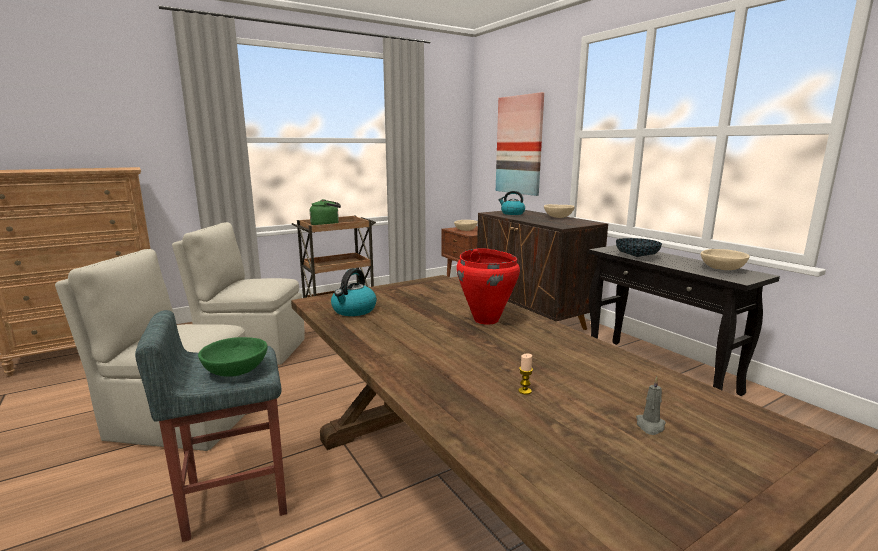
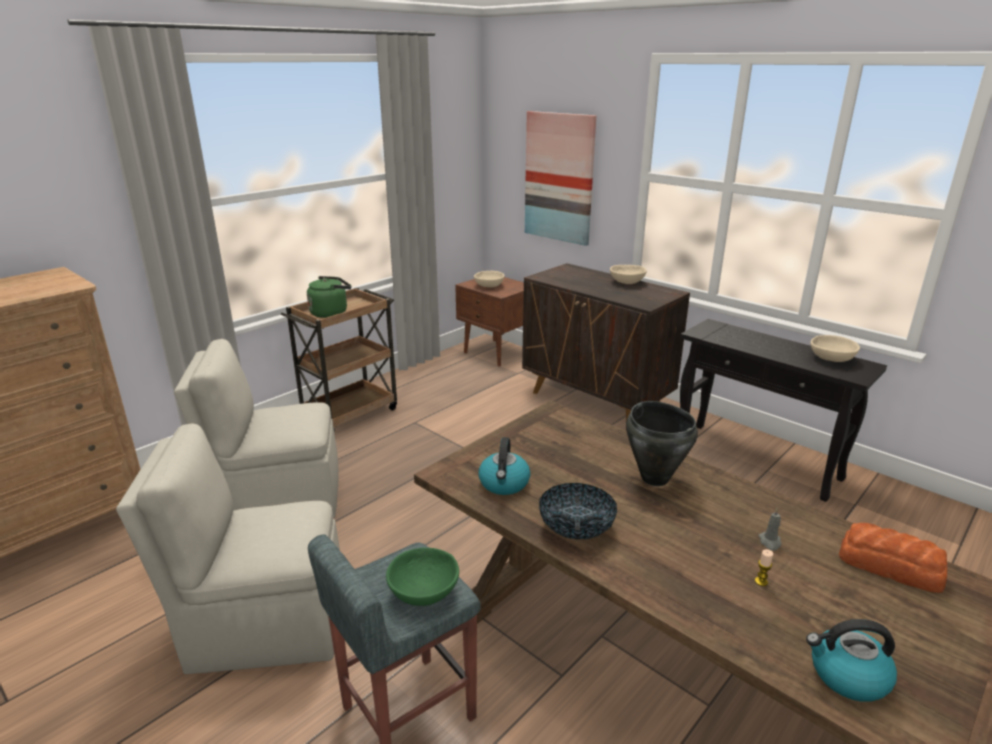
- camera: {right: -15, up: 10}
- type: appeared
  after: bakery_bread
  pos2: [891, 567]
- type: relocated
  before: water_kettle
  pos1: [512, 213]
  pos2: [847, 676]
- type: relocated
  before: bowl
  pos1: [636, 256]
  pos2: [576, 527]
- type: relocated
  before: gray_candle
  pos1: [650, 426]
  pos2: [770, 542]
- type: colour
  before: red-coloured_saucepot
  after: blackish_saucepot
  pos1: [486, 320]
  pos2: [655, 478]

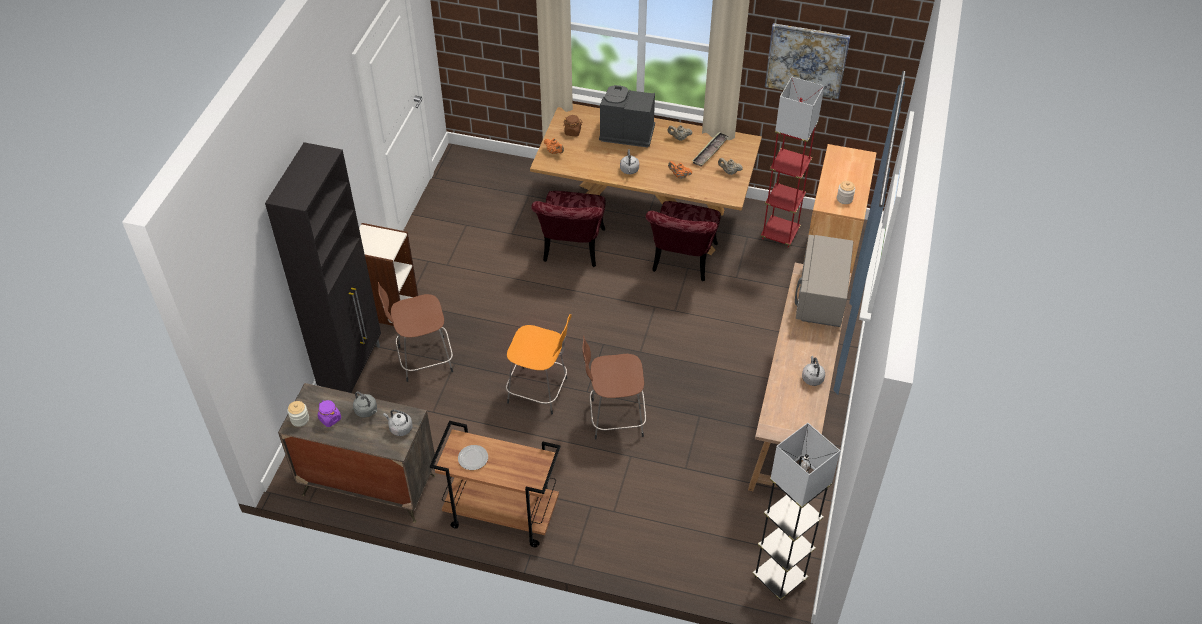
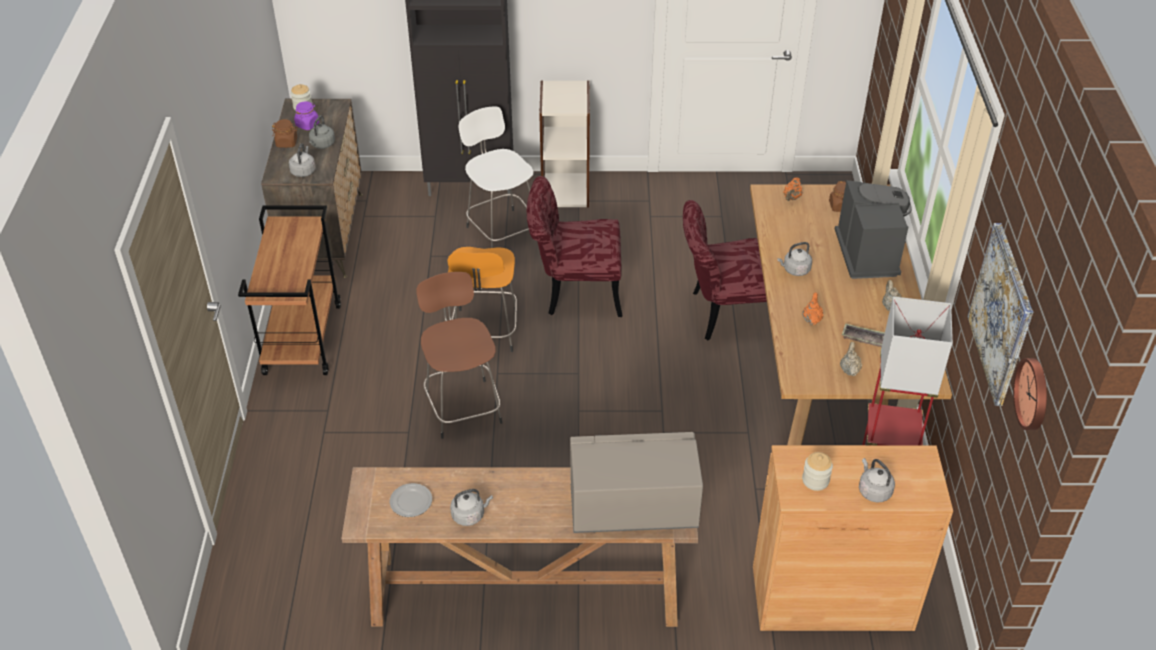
- camera: {right: 75, up: -5}
- type: missing
  before: gray_standing_lamp
  pos1: [779, 578]
- type: appeared
  after: brown_jar
  pos2: [287, 142]
- type: appeared
  after: gray_water_kettle
  pos2: [873, 490]
- type: appeared
  after: clock_on_the_wall
  pos2: [1034, 394]
- type: relocated
  before: flat_dish
  pos1: [472, 458]
  pos2: [410, 501]
- type: relocated
  before: red-coloured_upright_chair
  pos1: [682, 263]
  pos2: [574, 291]
- type: colour
  before: brown_sitting_stool
  after: whitish_sitting_stool
  pos1: [423, 359]
  pos2: [501, 231]

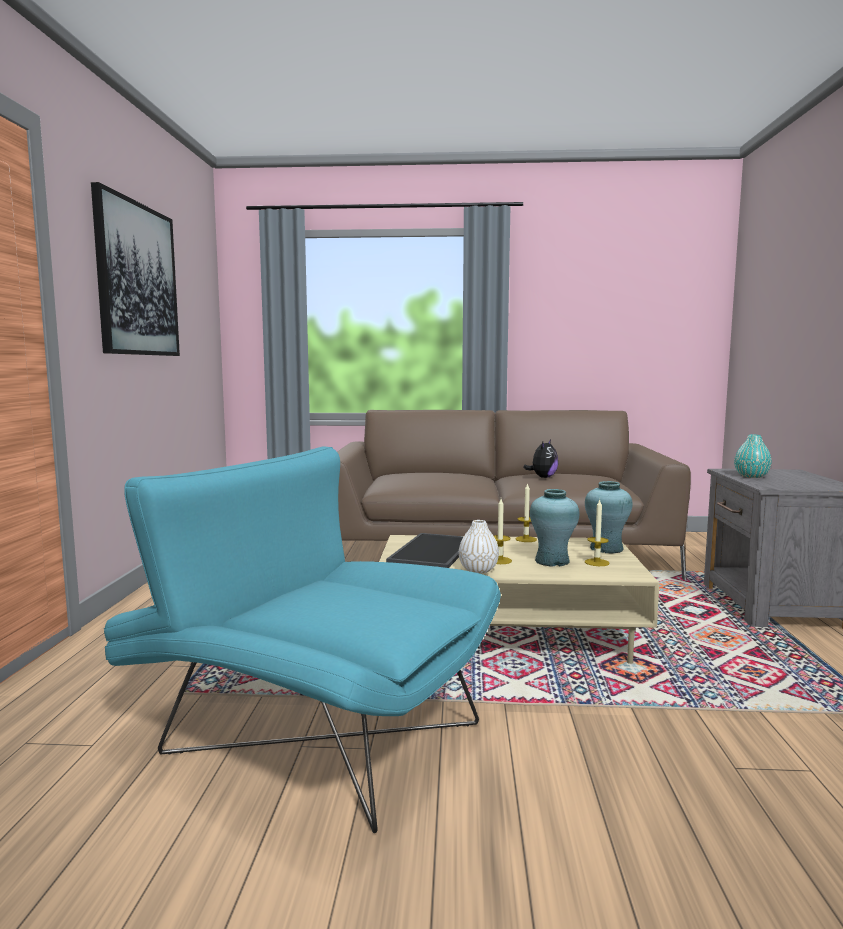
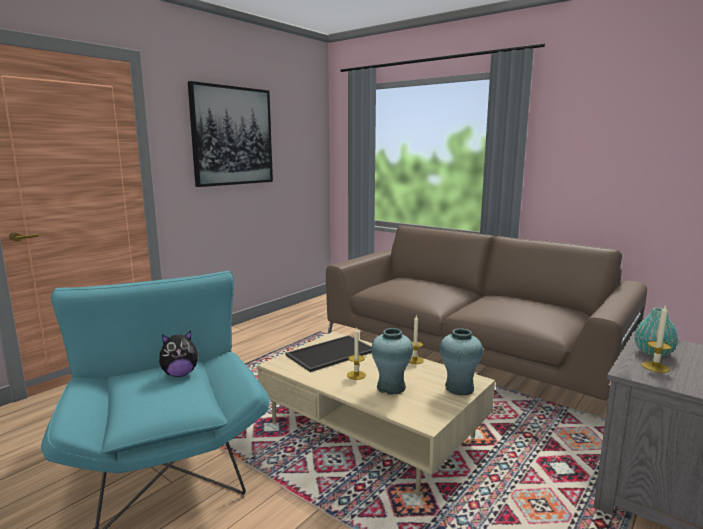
- camera: {right: 35, up: 5}
- type: missing
  before: whitish_flower_vase
  pos1: [478, 570]
- type: relocated
  before: soft_toy
  pos1: [543, 477]
  pos2: [180, 374]
- type: relocated
  before: candle
  pos1: [597, 562]
  pos2: [655, 367]

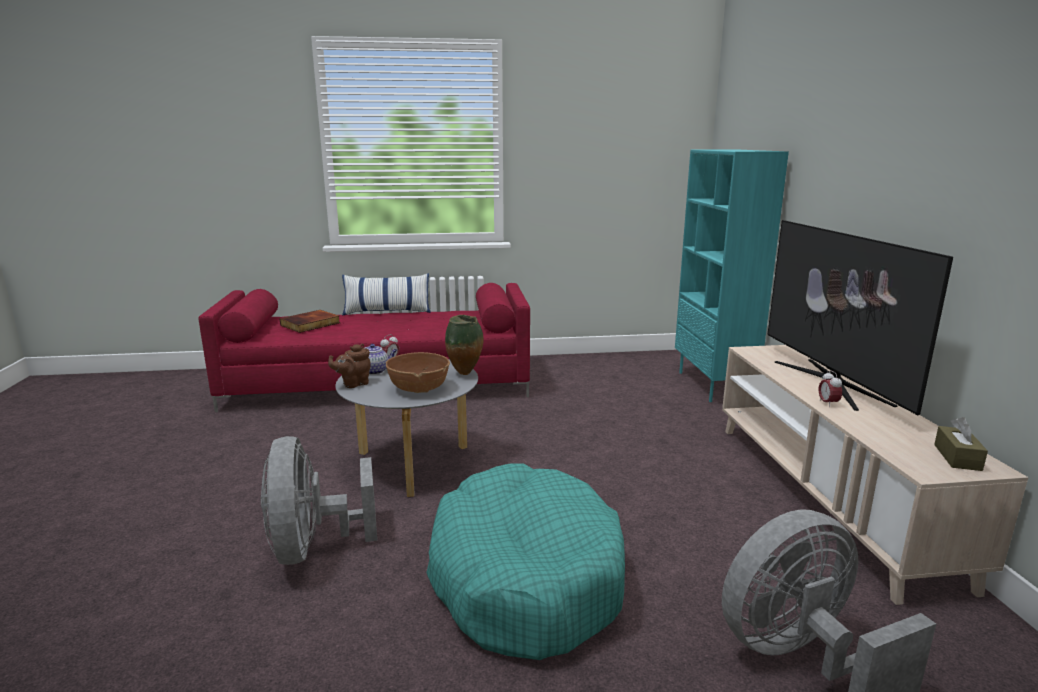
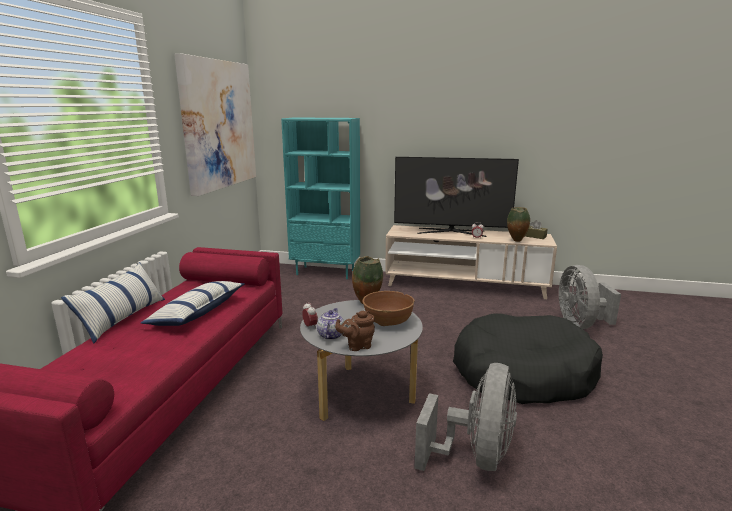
- camera: {right: -70, up: 0}
- type: missing
  before: volume
  pos1: [310, 324]
- type: appeared
  after: cushion
  pos2: [198, 313]
- type: appeared
  after: picture
  pos2: [218, 125]
- type: appeared
  after: flower_vase
  pos2: [516, 241]
- type: colour
  before: blue-green_dog_bed
  after: blackish_dog_bed
  pos1: [524, 577]
  pos2: [522, 373]
- type: spun
  before: gray_fan
  pos1: [313, 547]
  pos2: [475, 456]
  turn: -75
- type: spun
  before: brown_tea_pot
  pos1: [353, 384]
  pos2: [357, 346]
  turn: 90

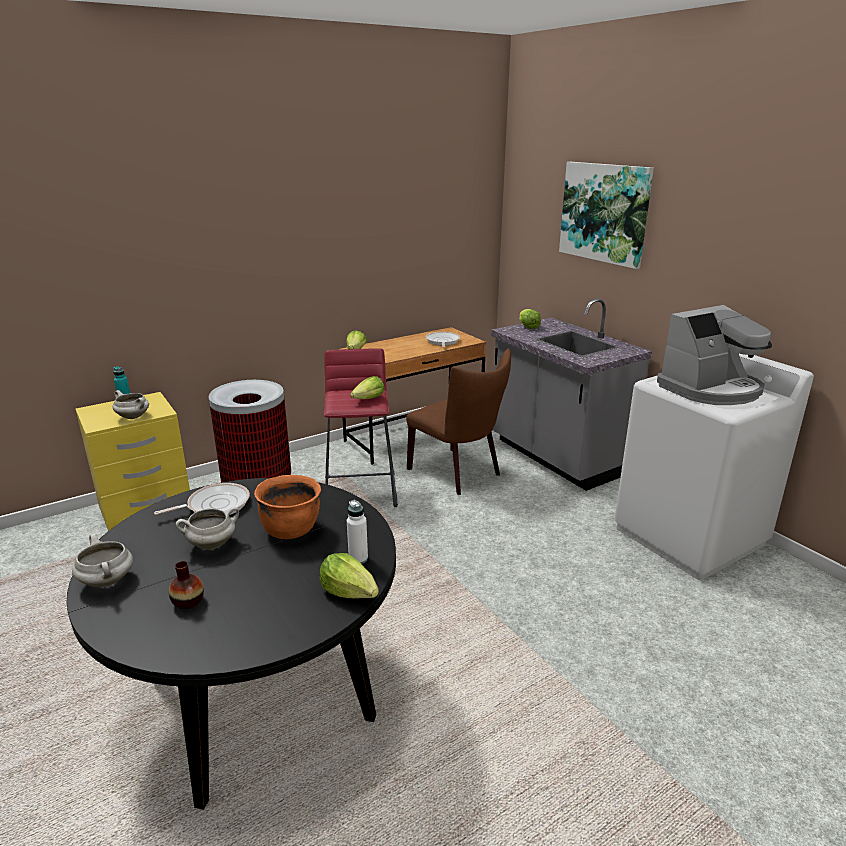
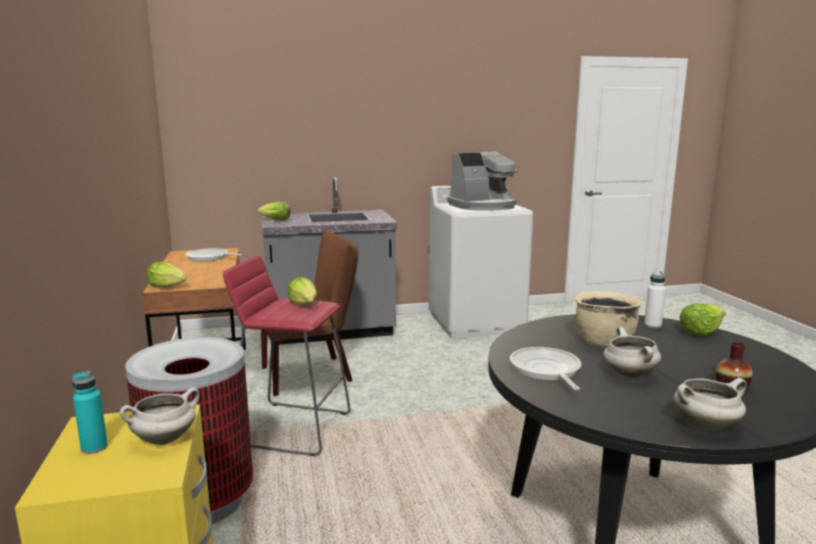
- camera: {right: -70, up: -10}
- type: missing
  before: picture
  pos1: [604, 213]
- type: colour
  before: orange_saucepot
  after: sand-coloured_saucepot
  pos1: [291, 529]
  pos2: [603, 342]
- type: spun
  before: coffee_brewer
  pos1: [711, 389]
  pos2: [483, 206]
  turn: 75

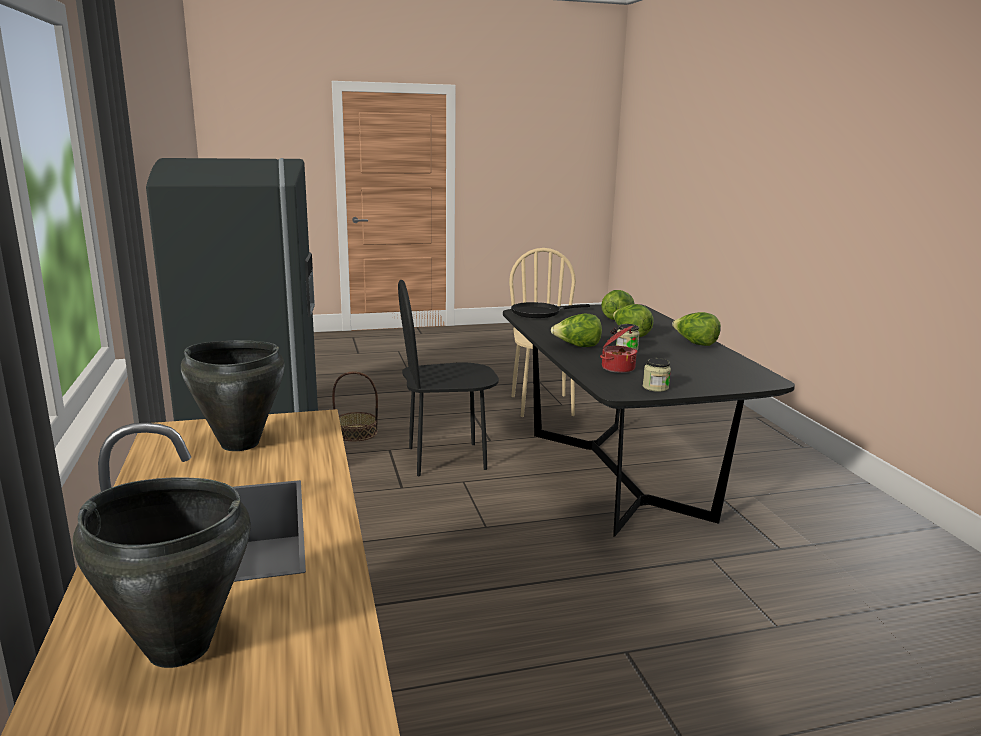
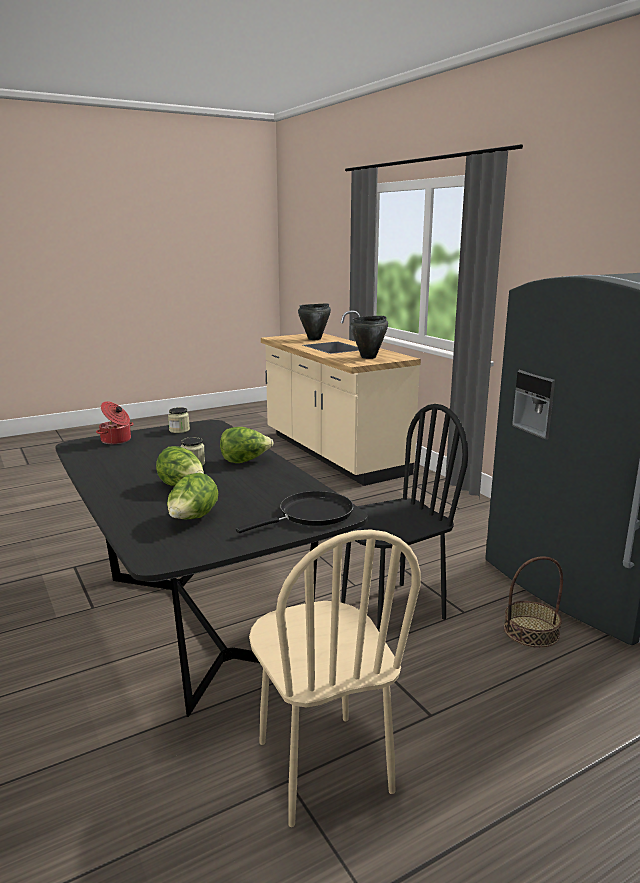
- camera: {right: 165, up: 0}
- type: missing
  before: head_of_lettuce
  pos1: [695, 343]
- type: relocated
  before: saucepot
  pos1: [617, 368]
  pos2: [116, 440]

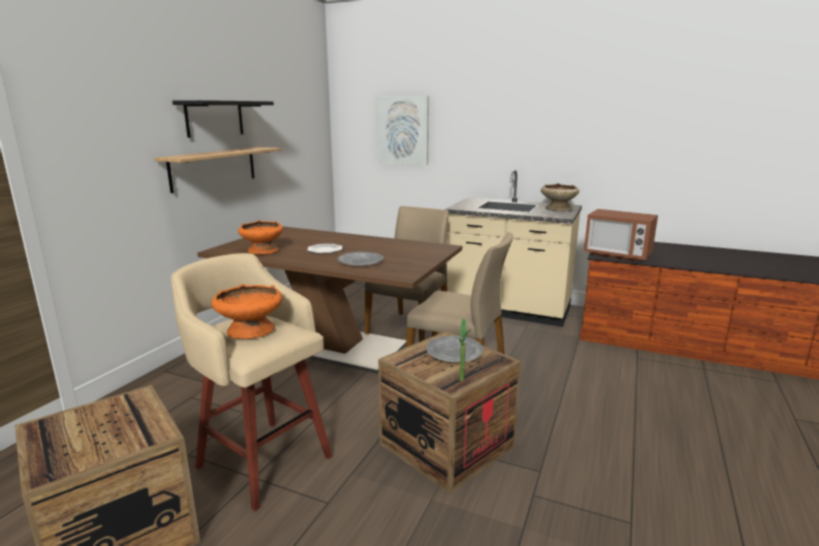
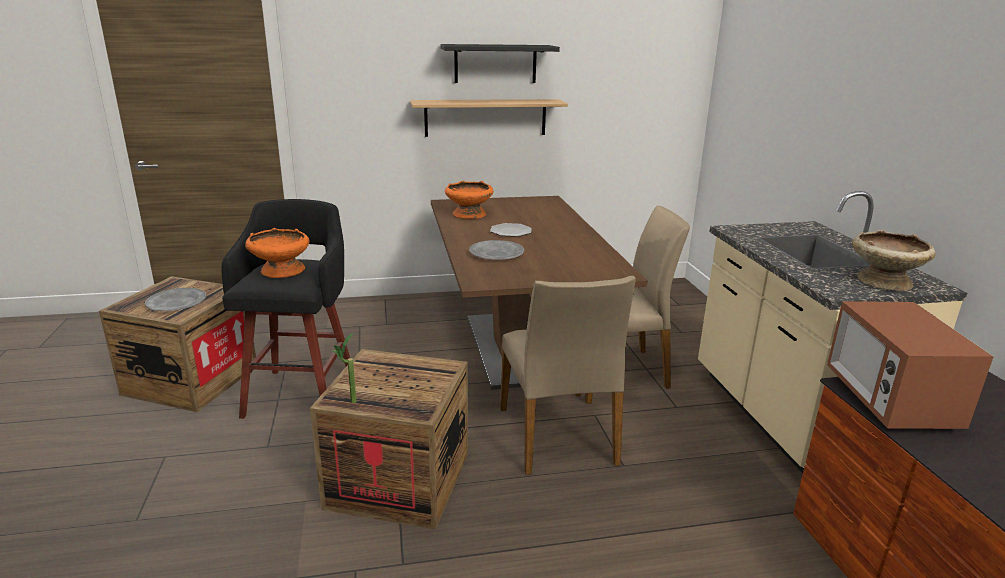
- camera: {right: 55, up: 5}
- type: missing
  before: picture
  pos1: [403, 130]
- type: relocated
  before: gray_flat_dish
  pos1: [454, 352]
  pos2: [176, 303]
- type: colour
  before: sand-coloured_sitting_stool
  after: blackish_sitting_stool
  pos1: [262, 460]
  pos2: [302, 393]

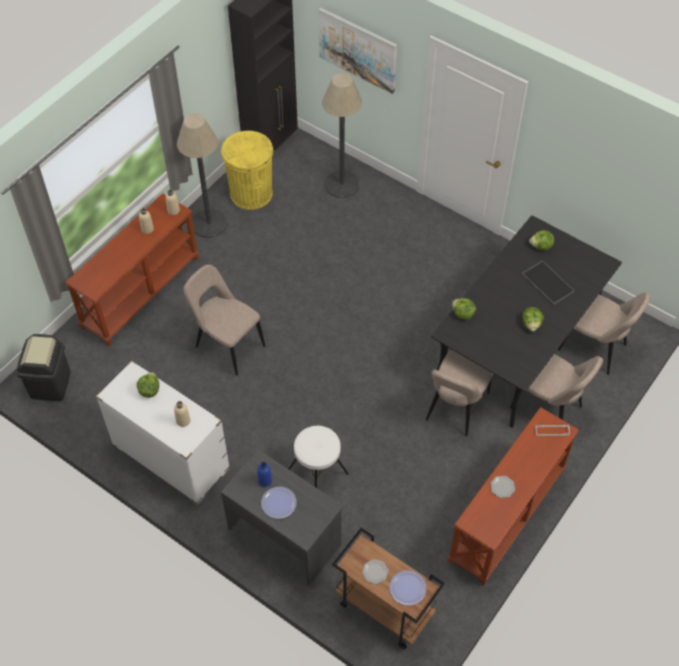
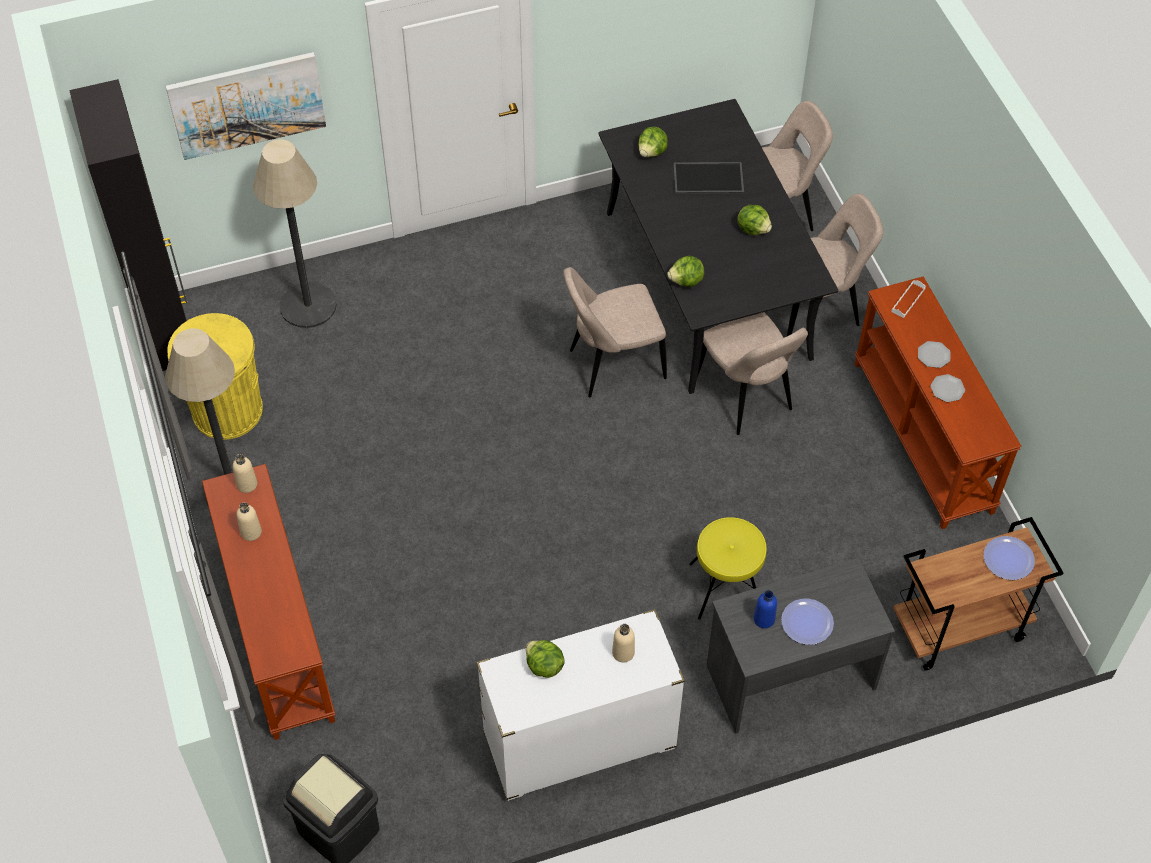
- camera: {right: -55, up: 0}
- type: relocated
  before: sand-coloured_upright_chair
  pos1: [227, 345]
  pos2: [612, 365]
- type: relocated
  before: flat_dish
  pos1: [374, 572]
  pos2: [933, 355]
- type: colour
  before: whitish_sitting_stool
  after: yellow-coloured_sitting_stool
  pos1: [318, 472]
  pos2: [726, 587]

